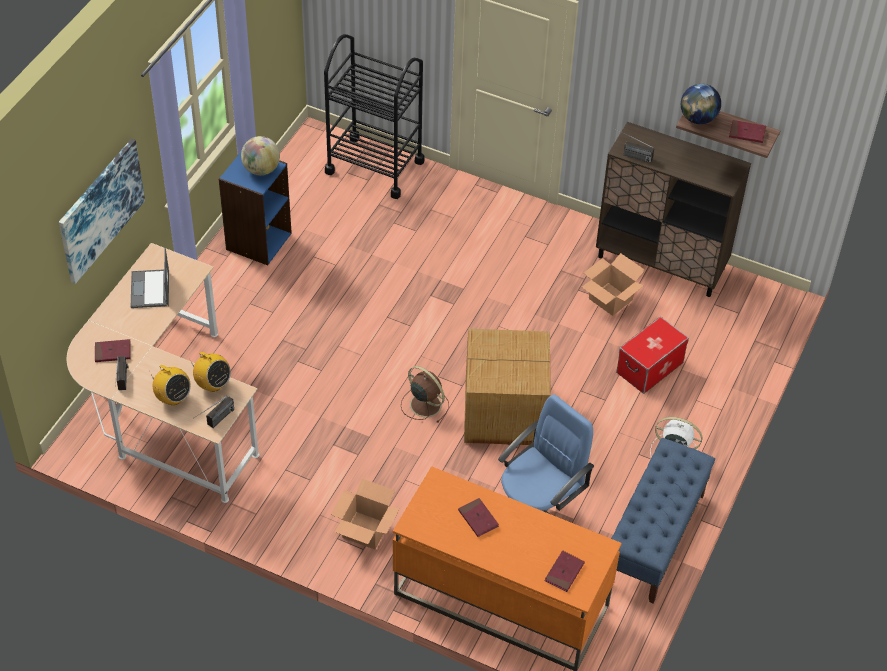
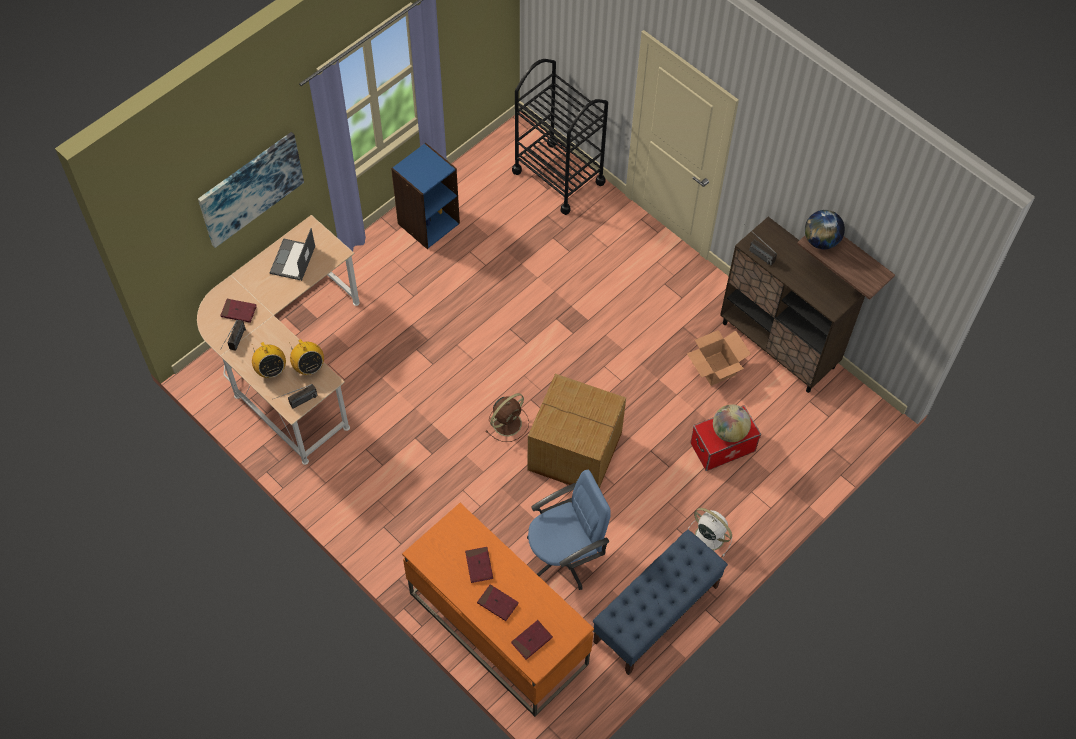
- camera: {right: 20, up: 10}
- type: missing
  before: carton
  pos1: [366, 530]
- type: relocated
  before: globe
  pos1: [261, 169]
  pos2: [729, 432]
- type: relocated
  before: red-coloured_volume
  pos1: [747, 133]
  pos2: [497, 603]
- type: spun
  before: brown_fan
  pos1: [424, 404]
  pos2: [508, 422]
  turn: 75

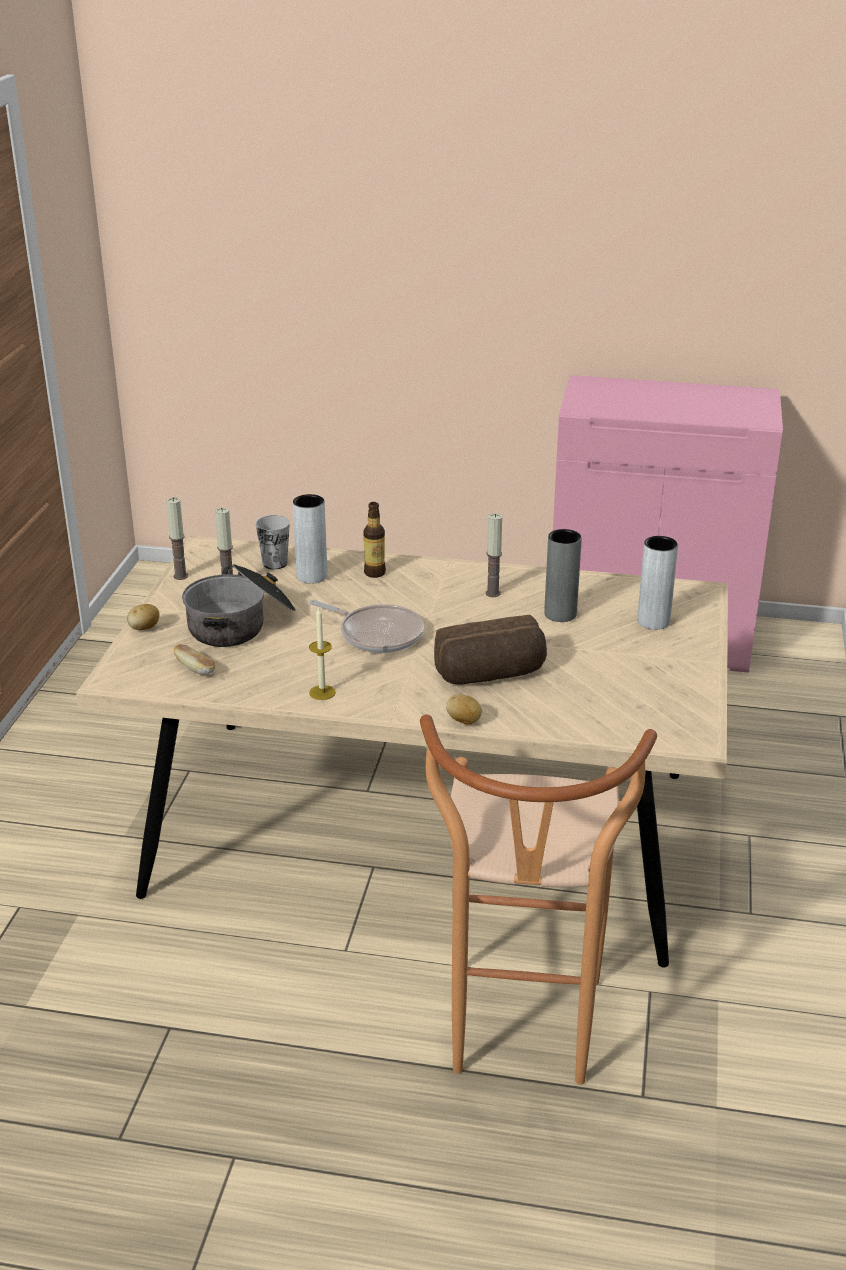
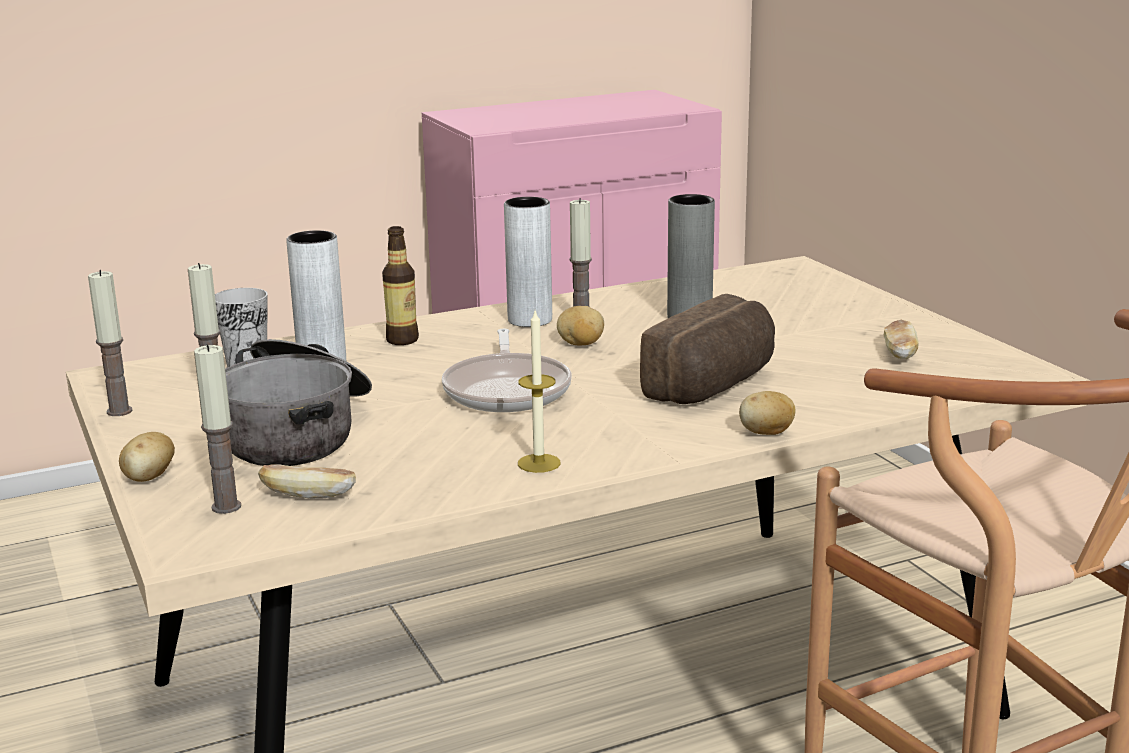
- camera: {right: -35, up: -10}
- type: appeared
  after: candle
  pos2: [226, 507]
- type: appeared
  after: whole_potato
  pos2: [580, 344]
- type: appeared
  after: bakery_bread
  pos2: [899, 354]
- type: relocated
  before: gray_flower_vase
  pos1: [653, 621]
  pos2: [530, 320]
- type: spun
  before: skillet
  pos1: [377, 634]
  pos2: [507, 390]
  turn: 90

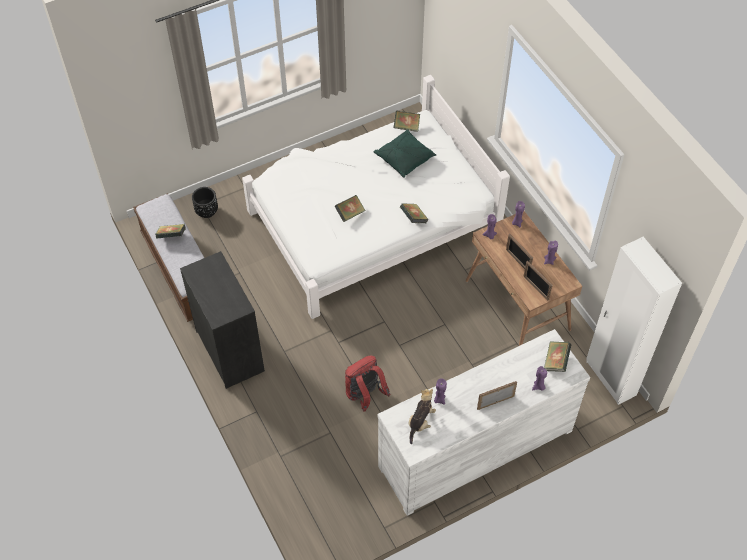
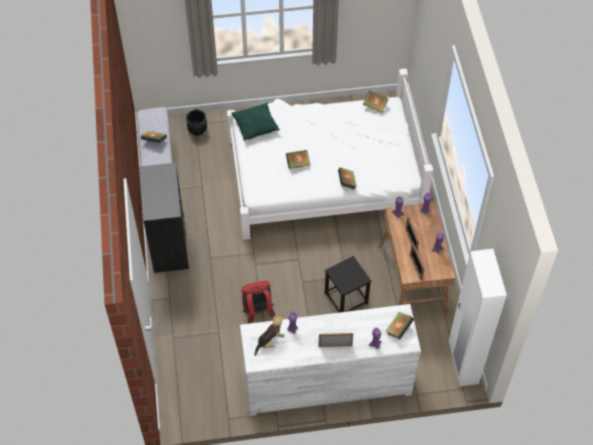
- camera: {right: 20, up: 0}
- type: appeared
  after: blackish_sitting_stool
  pos2: [346, 298]
- type: relocated
  before: green-coloured_cushion
  pos1: [404, 158]
  pos2: [255, 126]

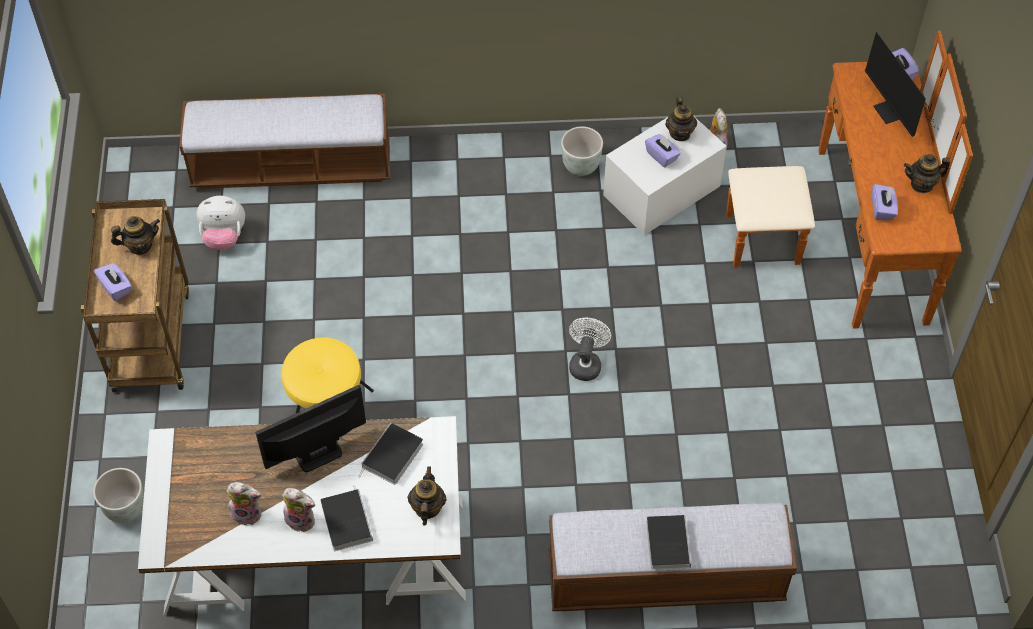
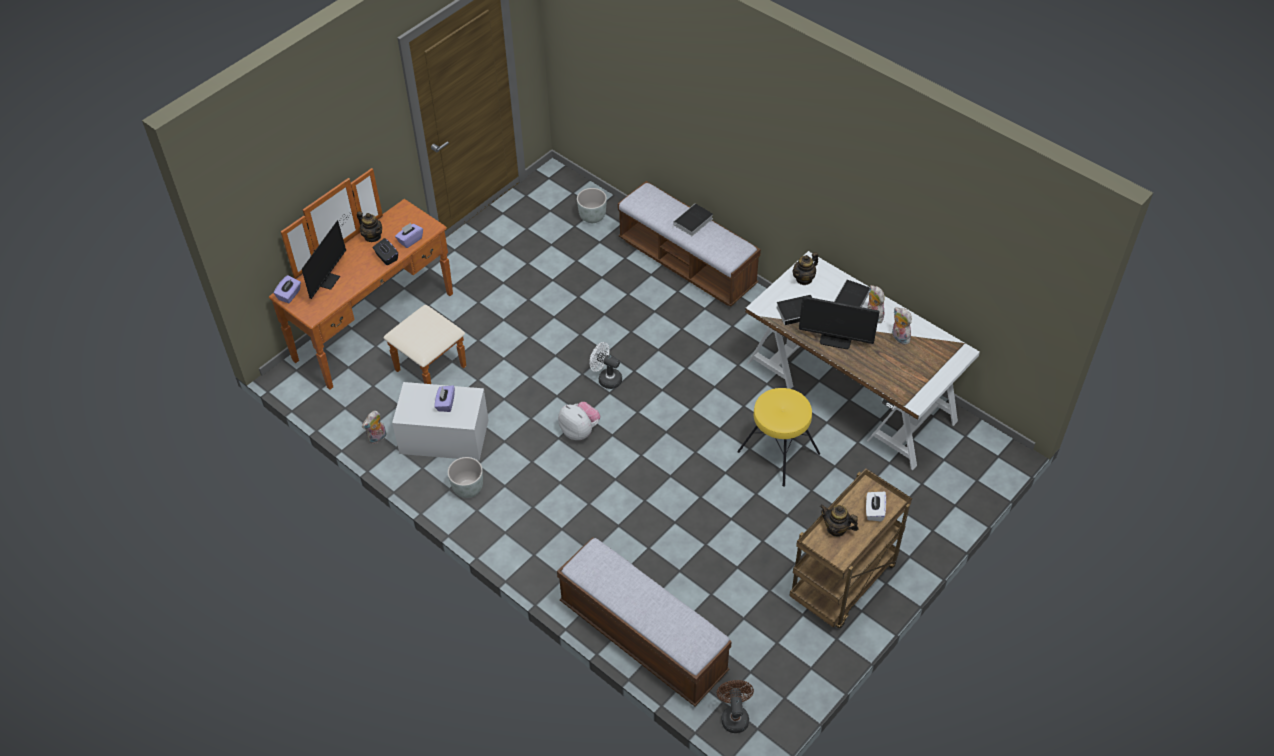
- camera: {right: -135, up: -5}
- type: missing
  before: tea_pot
  pos1: [680, 133]
- type: appeared
  after: blackish_tissue_holder
  pos2: [386, 257]
- type: appeared
  after: brown_fan
  pos2: [734, 715]
- type: relocated
  before: gray_flower_pot
  pos1: [125, 508]
  pos2: [592, 217]
- type: relocated
  before: soft_toy
  pos1: [224, 237]
  pos2: [580, 431]
- type: colour
  before: purple-coloured_tissue_holder
  after: whitish_tissue_holder
  pos1: [116, 287]
  pos2: [874, 511]
- type: spun
  before: whitish_fan
  pos1: [586, 363]
  pos2: [606, 378]
  turn: 60

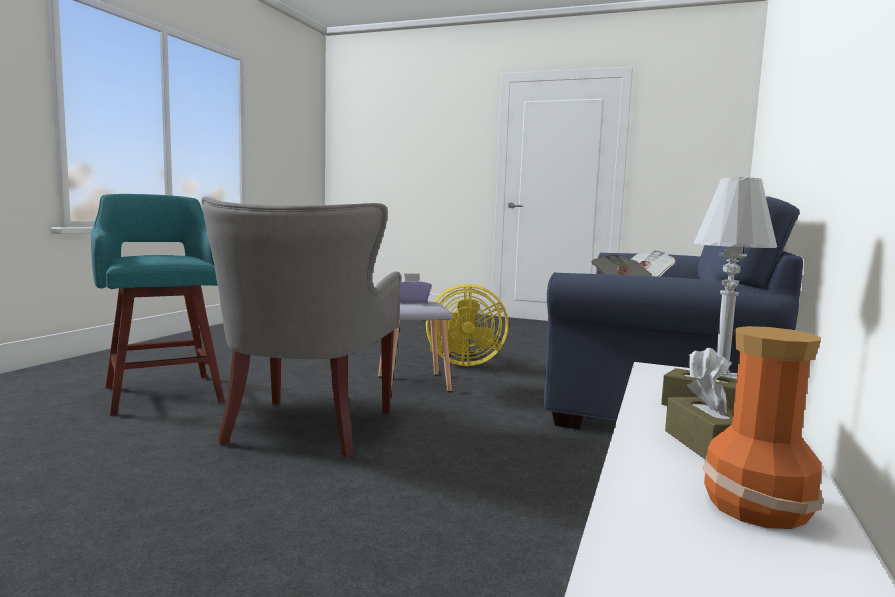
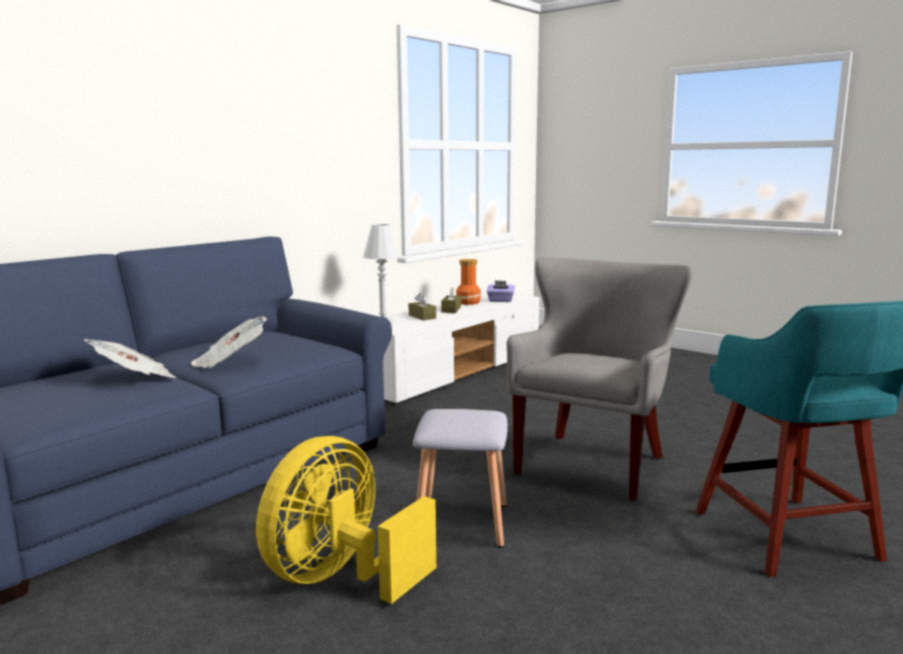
- camera: {right: -160, up: 5}
- type: relocated
  before: purple-coloured_tissue_holder
  pos1: [411, 301]
  pos2: [500, 301]
- type: spun
  before: yellow-coloured_fan
  pos1: [462, 363]
  pos2: [341, 577]
  turn: -75

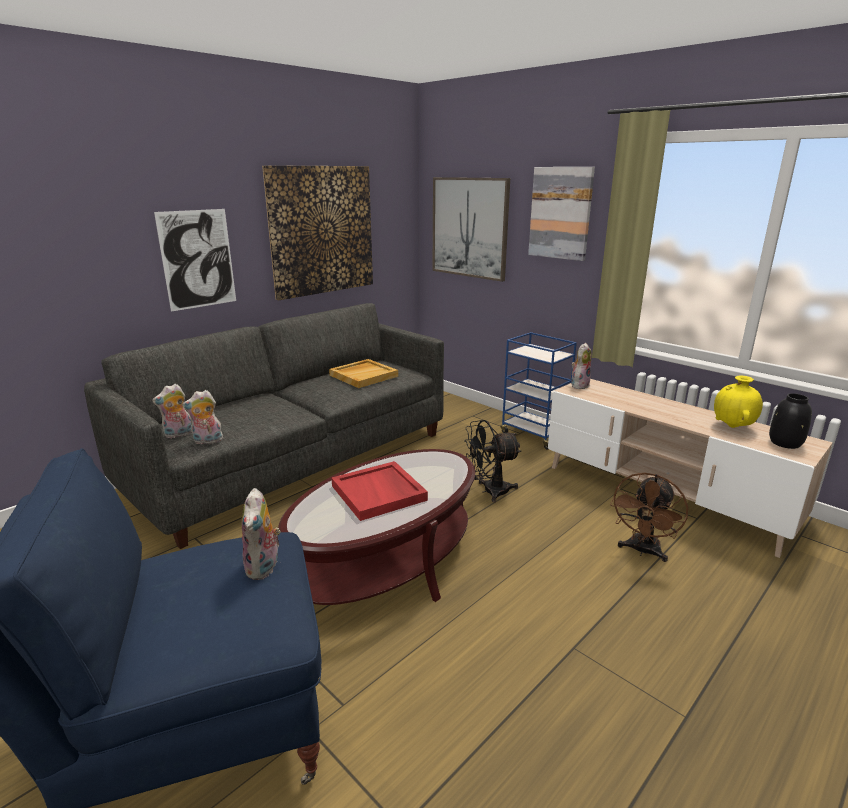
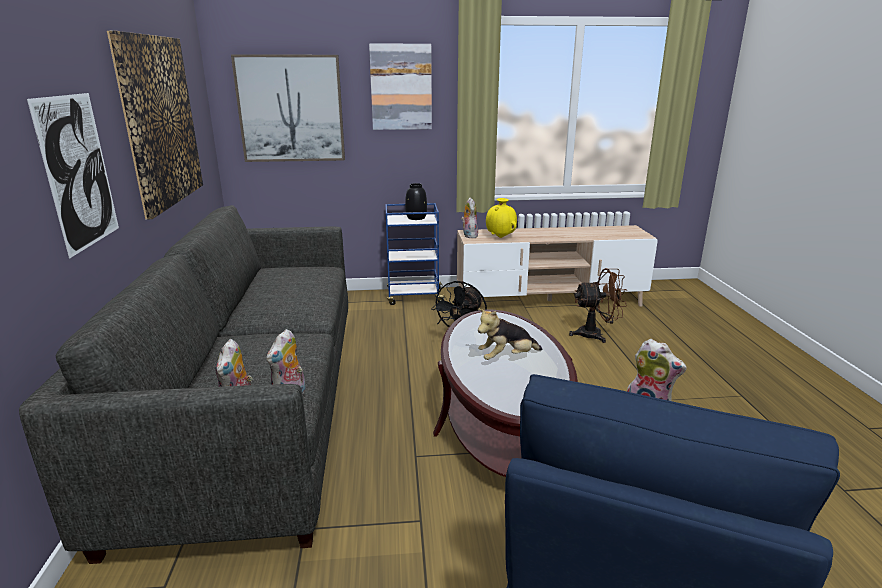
- camera: {right: -50, up: 0}
- type: missing
  before: sand-coloured_carrying_tray
  pos1: [363, 375]
- type: relocated
  before: yellow-coloured_flower_vase
  pos1: [733, 427]
  pos2: [500, 237]
- type: relocated
  before: blackish_flower_vase
  pos1: [785, 443]
  pos2: [416, 218]
- type: exchanged
  before: red-coloured_carrying_tray
  after: soft_toy
  pos1: [379, 493]
  pos2: [507, 358]
- type: spun
  before: brown_fan
  pos1: [642, 551]
  pos2: [596, 334]
  turn: -75

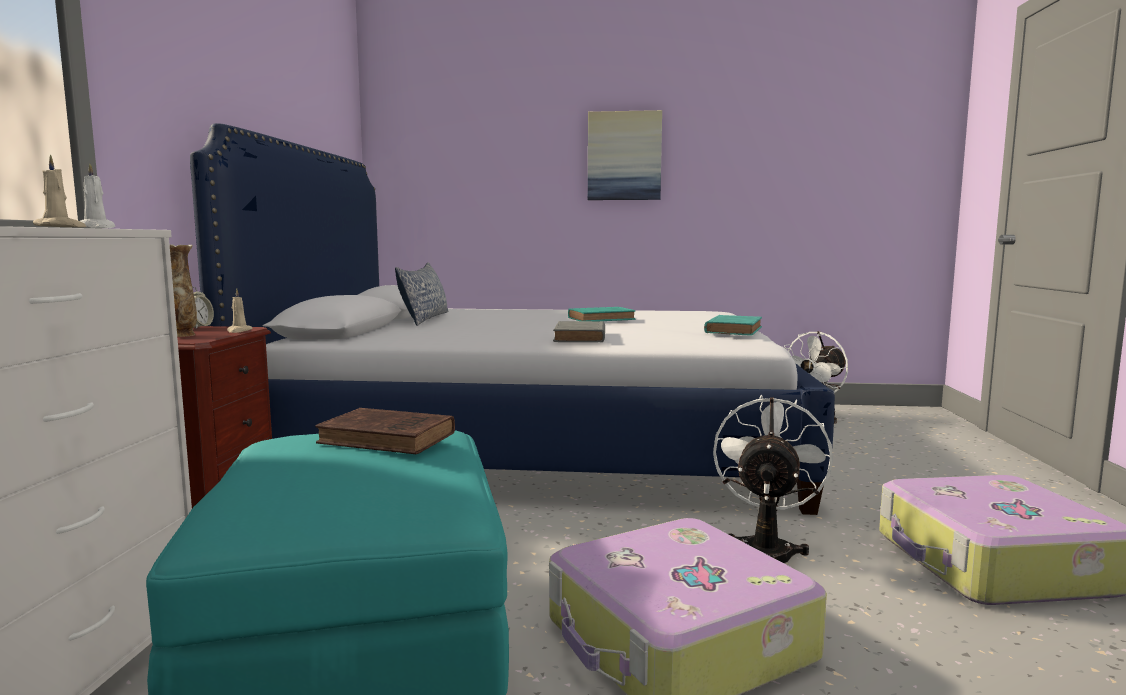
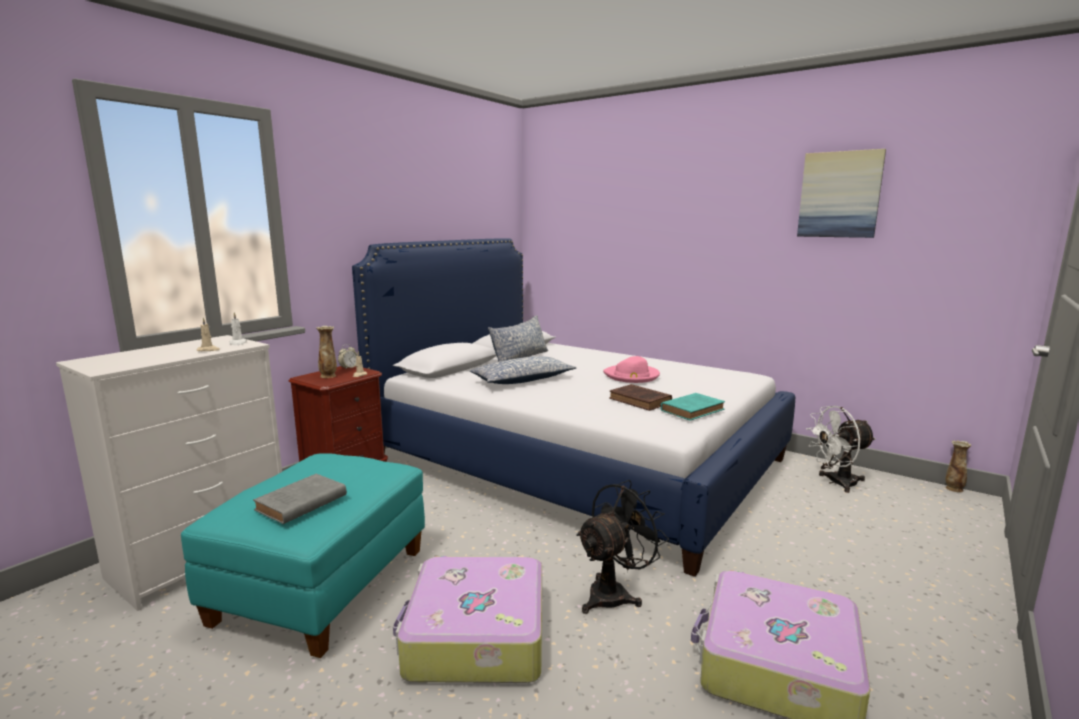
- camera: {right: 30, up: 5}
- type: appeared
  after: cushion
  pos2: [522, 380]
- type: appeared
  after: flower_vase
  pos2: [953, 489]
- type: relocated
  before: brown_volume
  pos1: [390, 439]
  pos2: [641, 401]
- type: relocated
  before: gray_volume
  pos1: [580, 337]
  pos2: [299, 504]
- type: relocated
  before: picture
  pos1: [624, 156]
  pos2: [839, 195]
- type: exchanged
  before: blue-green_volume
  after: pink_wearable_hat
  pos1: [603, 319]
  pos2: [632, 376]
- type: colour
  before: whitish_fan
  after: blackish_fan
  pos1: [766, 550]
  pos2: [615, 593]

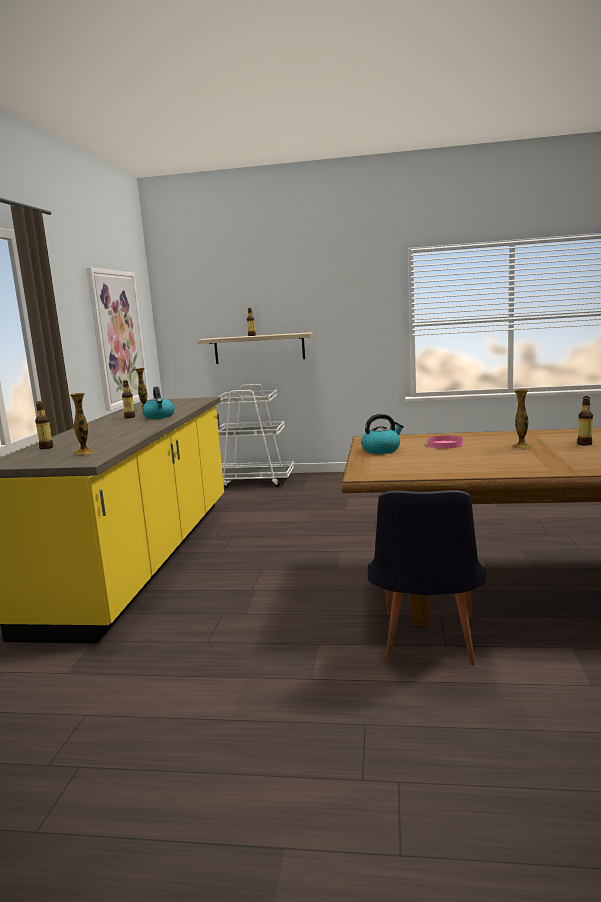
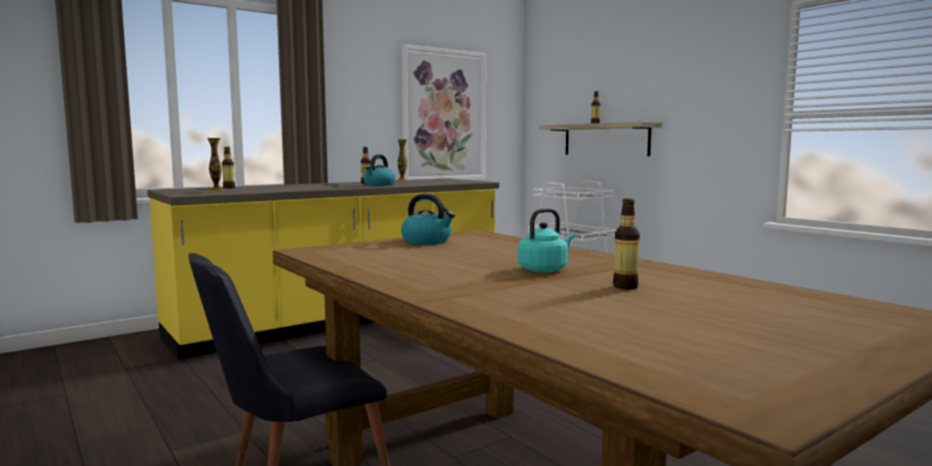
- camera: {right: 45, up: -5}
- type: missing
  before: pink_flat_dish
  pos1: [445, 444]
- type: exchanged
  before: flower_vase
  after: blue-green_water_kettle
  pos1: [522, 446]
  pos2: [545, 269]

